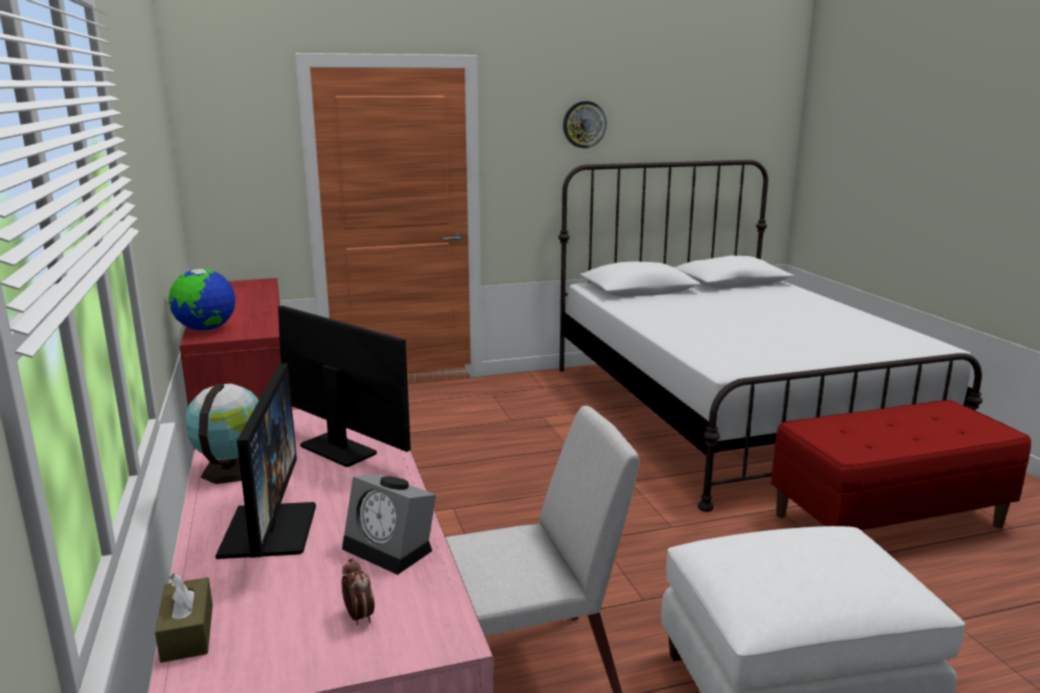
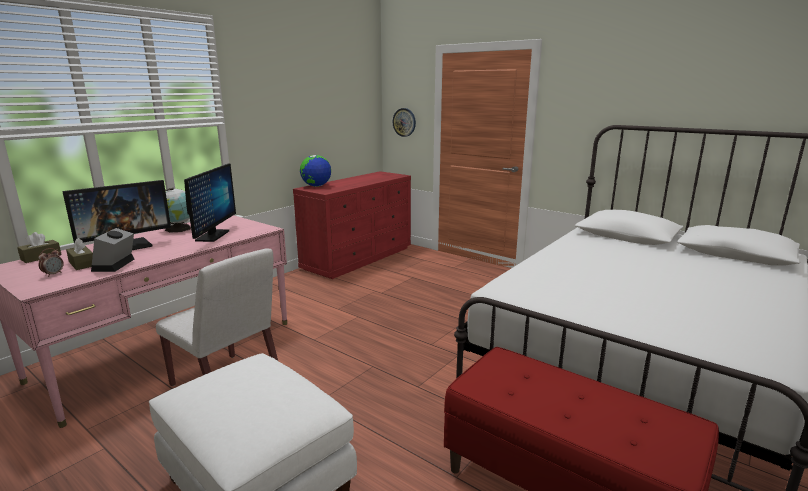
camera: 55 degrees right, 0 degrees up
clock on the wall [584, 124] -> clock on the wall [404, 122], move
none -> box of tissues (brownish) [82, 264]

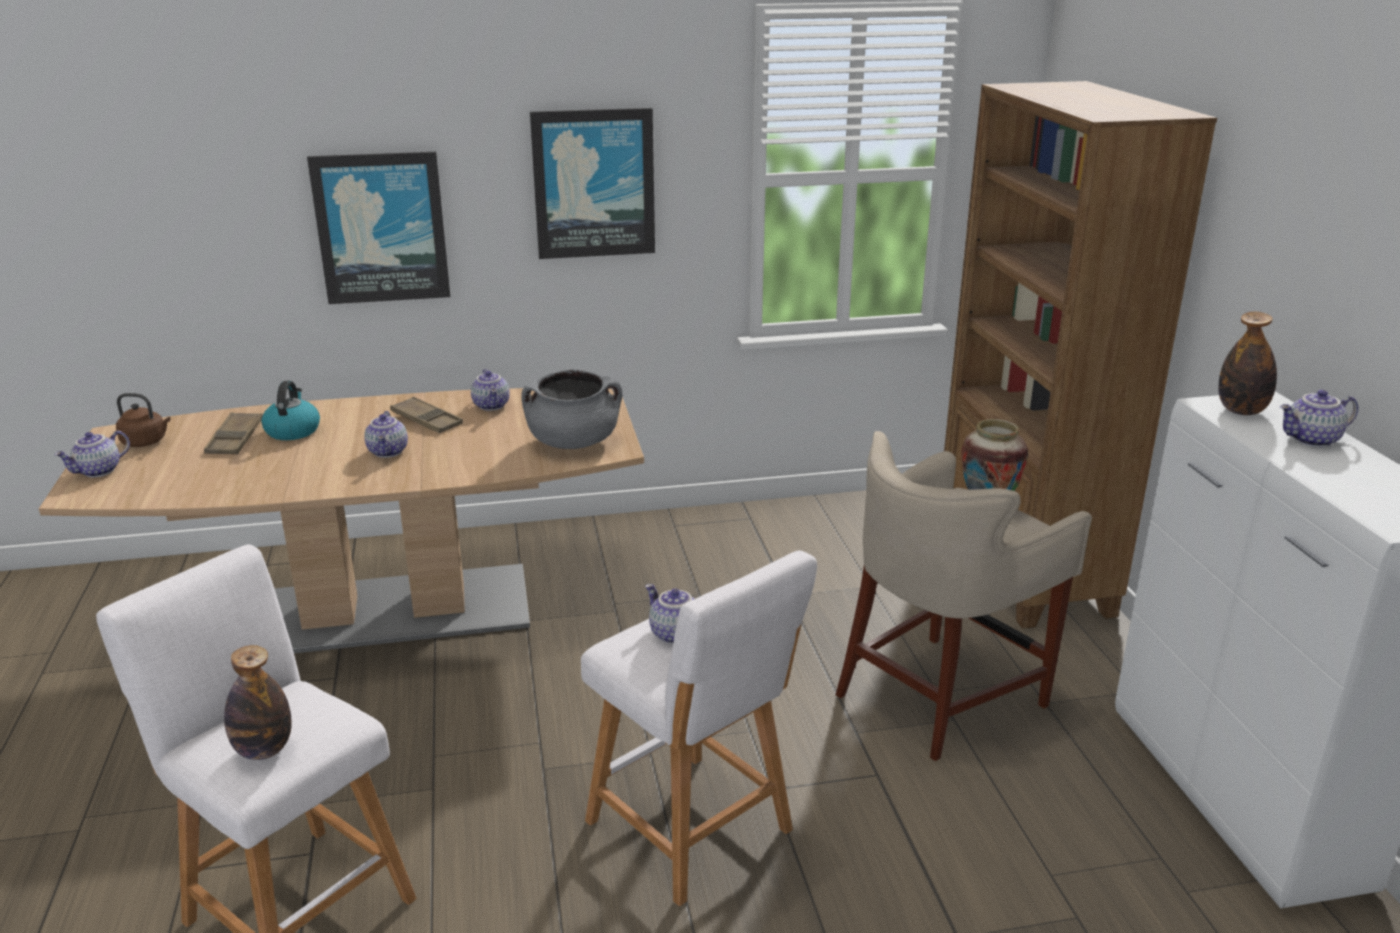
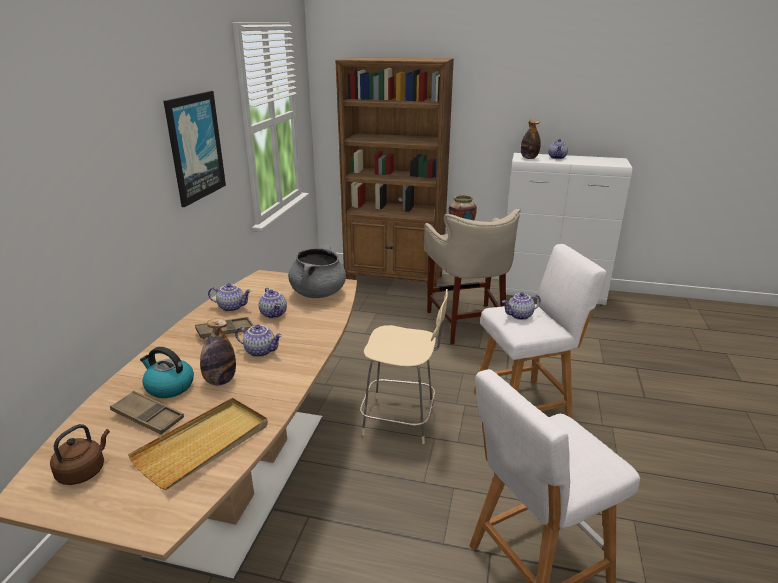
camera: 65 degrees left, 0 degrees up
picture [381, 228] -> none
pot for tea [98, 471] -> pot for tea [274, 314], move
bottle [264, 750] -> bottle [220, 381], move
none -> chair (beige) [401, 420]
none -> tray (beige) [204, 444]

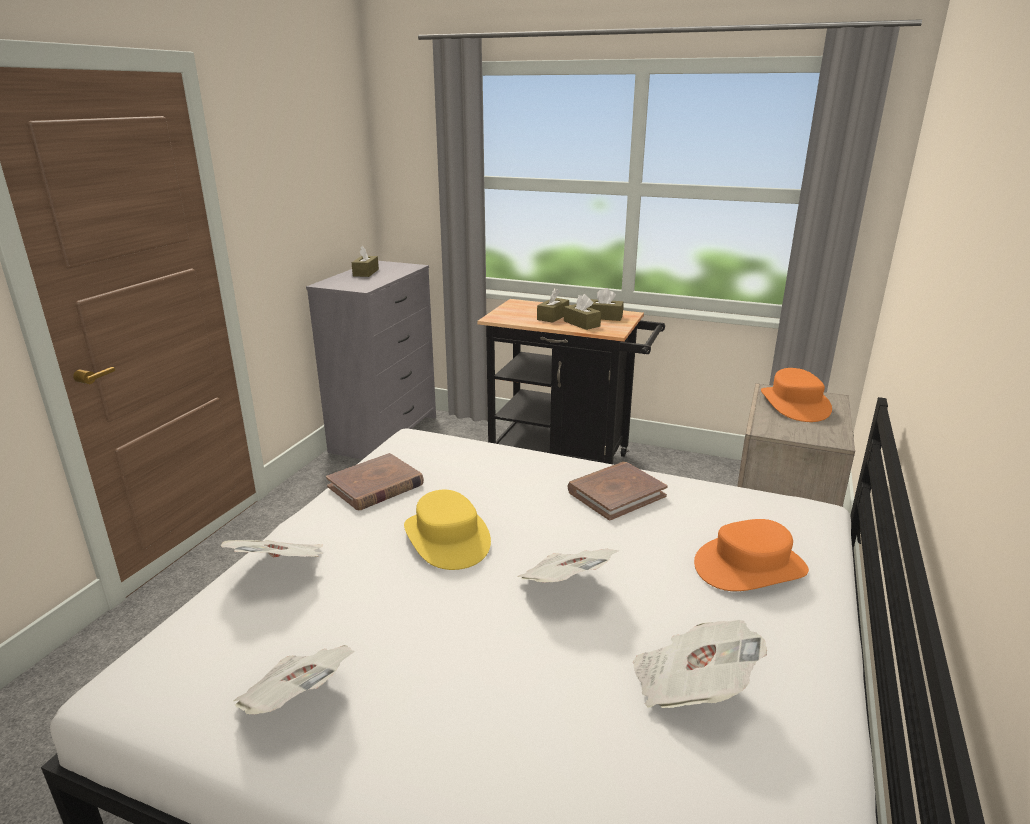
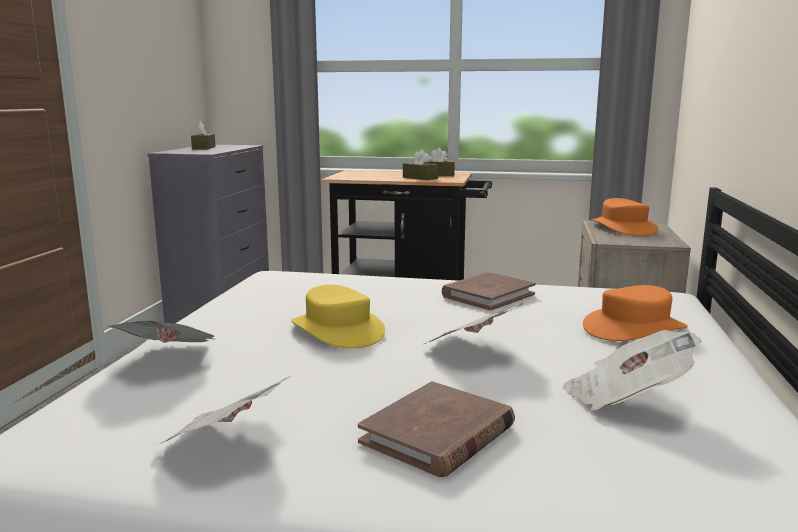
camera: 10 degrees left, 10 degrees down
box of tissues (brownish) [553, 317] -> none
book (brownish) [376, 486] -> book (brownish) [438, 434], move

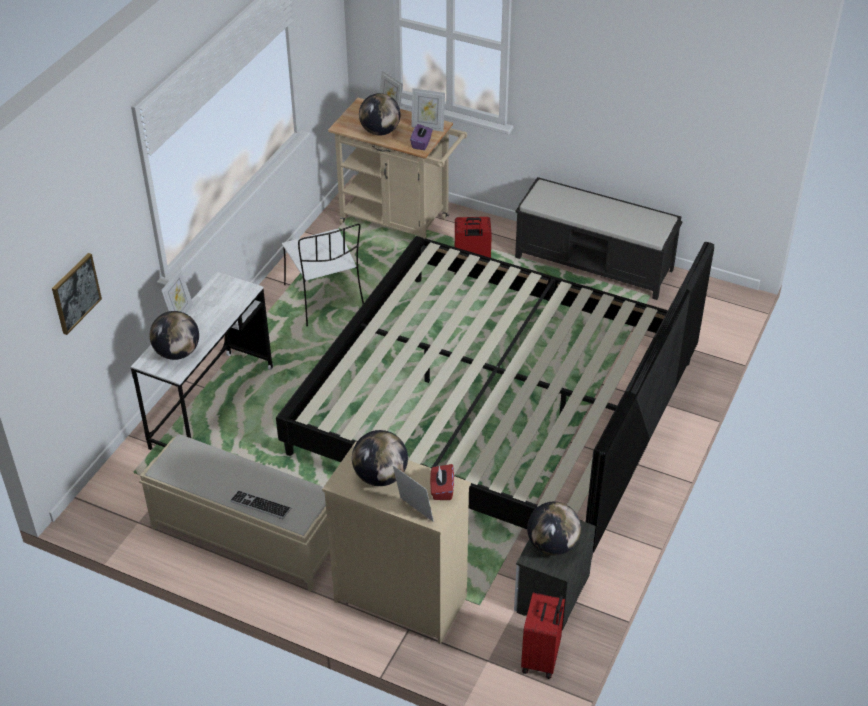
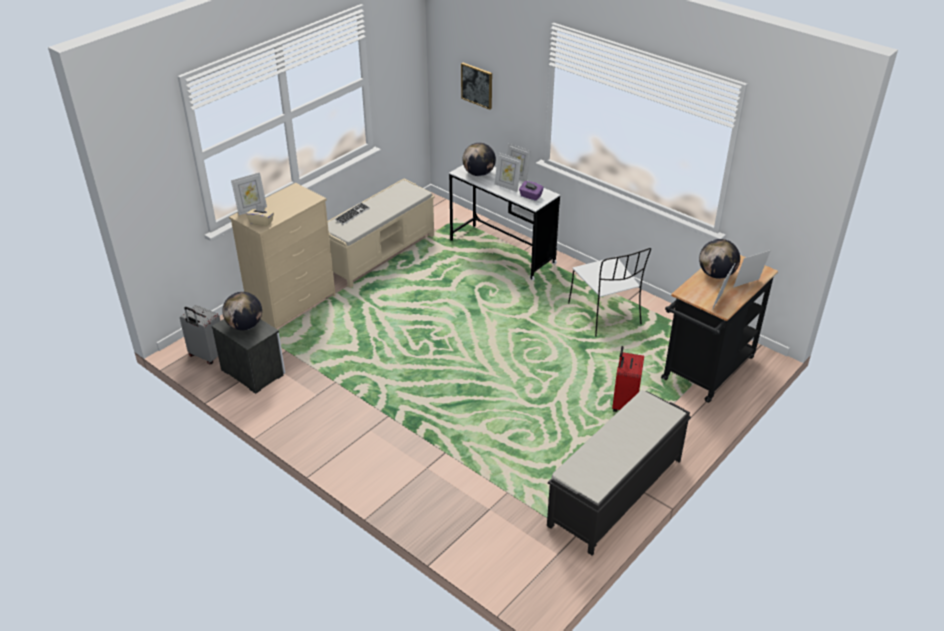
camera: 105 degrees right, 5 degrees down
cart (beige) [400, 222] -> cart (blackish) [705, 372]
box of tissues (purple-coloured) [421, 144] -> box of tissues (purple-coloured) [530, 196], move
chair (whitish) [325, 299] -> chair (whitish) [605, 315], 105 degrees counterclockwise
bedroom bed [495, 407] -> none
globe [380, 476] -> none
box of tissues (red) [442, 489] -> box of tissues (beige) [261, 222]
piece of luggage (red) [542, 658] -> piece of luggage (greyish) [206, 356]
none -> picture frame [507, 186]

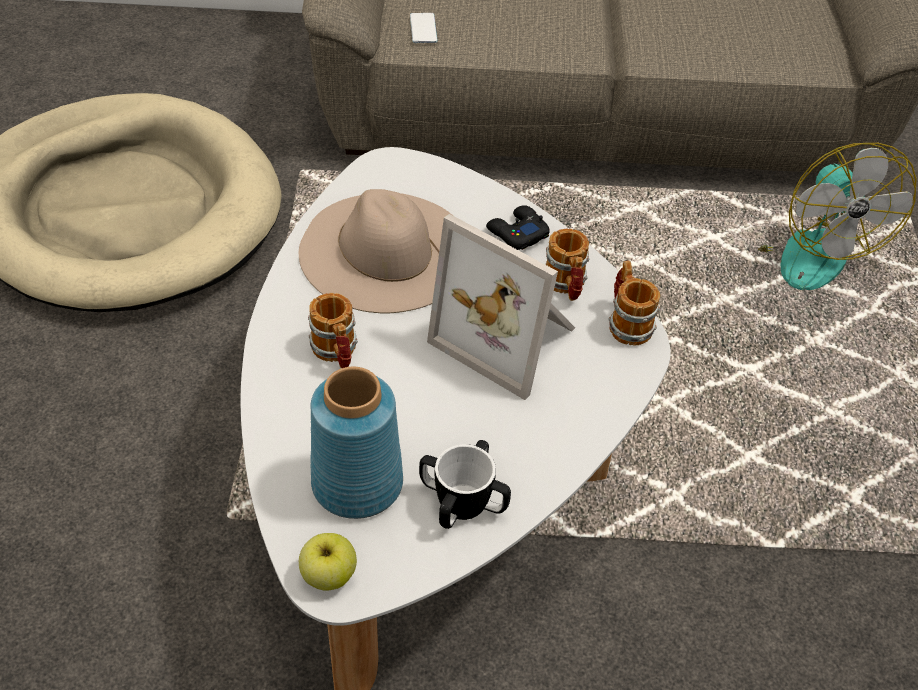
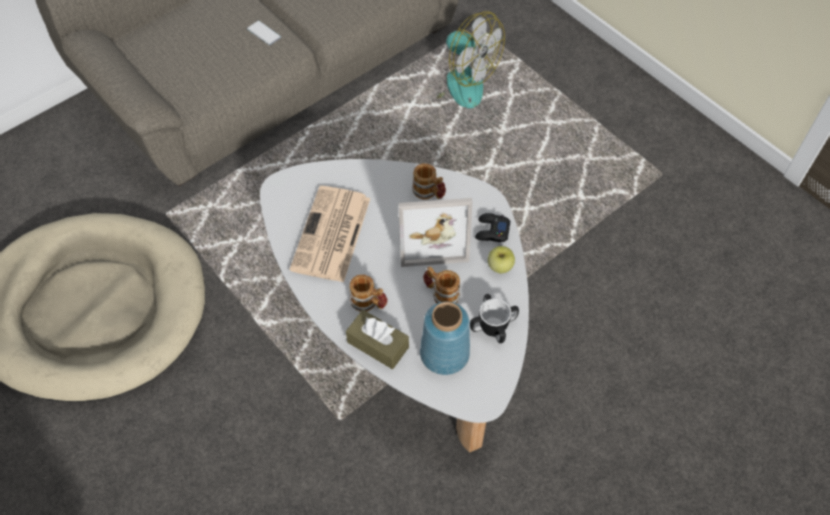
camera: 40 degrees left, 10 degrees up
phone [423, 28] -> phone [264, 33], move
hat (beige) [385, 250] -> printed paper [331, 235]
joypad (blackish) [517, 233] -> joypad (blackish) [492, 231], move
coffee mug [627, 322] -> coffee mug [441, 293], move
apple fruit [328, 575] -> apple fruit [500, 266], move
none -> box of tissues (brownish) [378, 344]

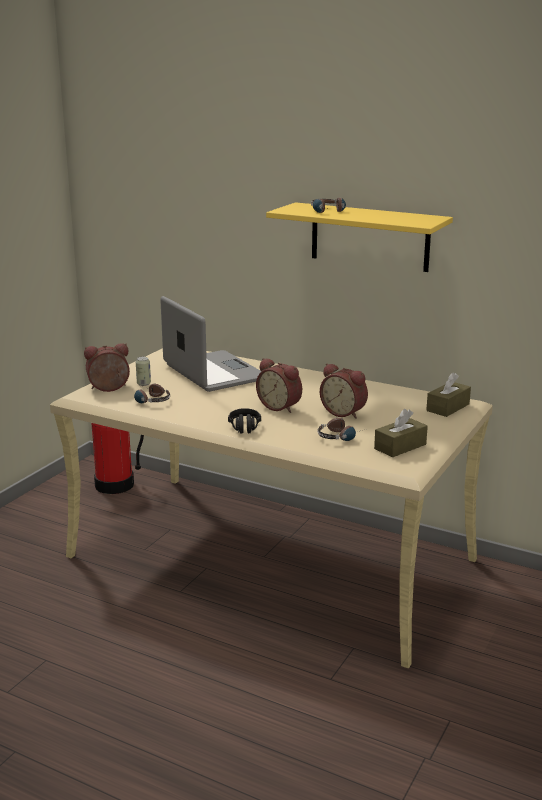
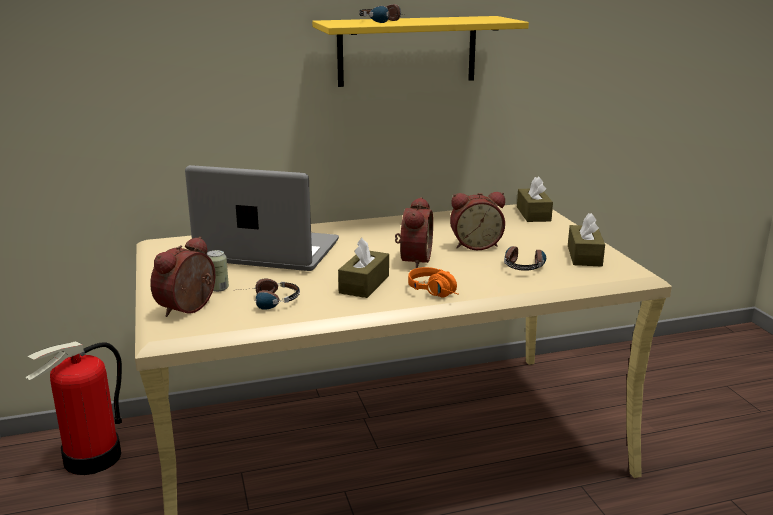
camera: 45 degrees left, 0 degrees up
bedside clock [280, 406] -> bedside clock [413, 260], 75 degrees counterclockwise
headset (blackish) [245, 429] -> headset (orange-coloured) [437, 292]
none -> box of tissues (brownish) [364, 284]

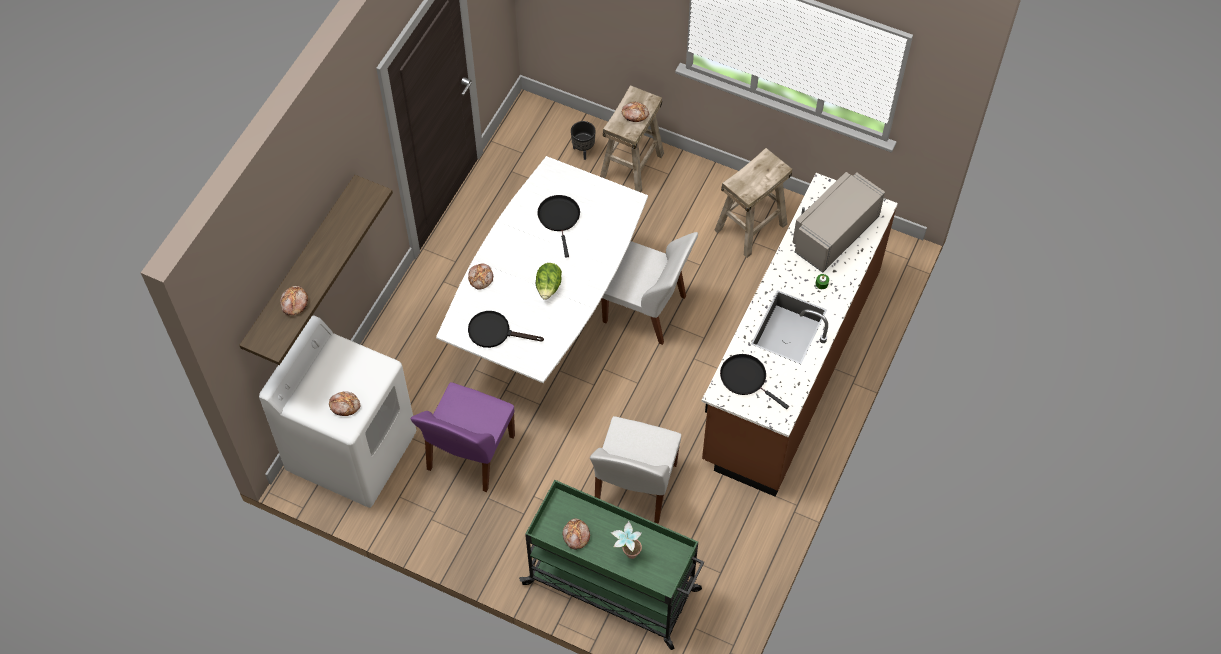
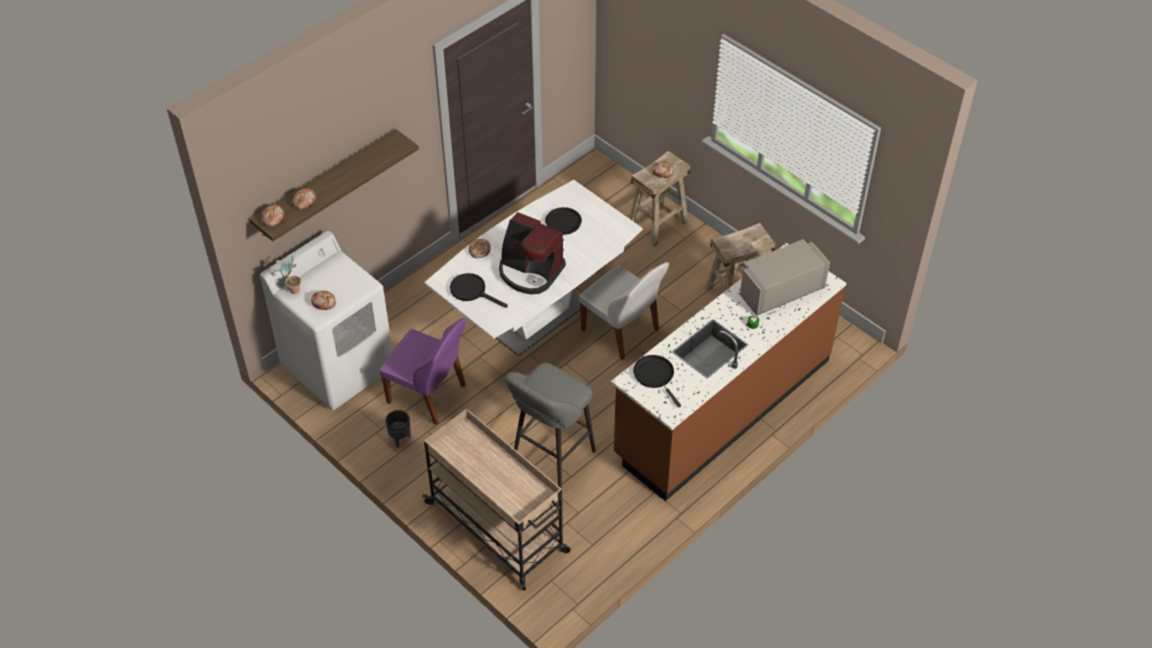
camera: 20 degrees right, 10 degrees down
flower pot (blackish) [583, 150] -> flower pot (blackish) [400, 438], move
head of lettuce [548, 287] -> coffee machine [530, 271]
chair (purple-coloured) [469, 455] -> chair (purple-coloured) [428, 395], 105 degrees counterclockwise
chair (whitish) [634, 487] -> sitting stool (greyish) [550, 459]
cart (green-coloured) [613, 587] -> cart (beige) [498, 528]
bakery bread [575, 536] -> bakery bread [273, 218], move
plant in a pot [627, 553] -> plant in a pot [291, 290], move

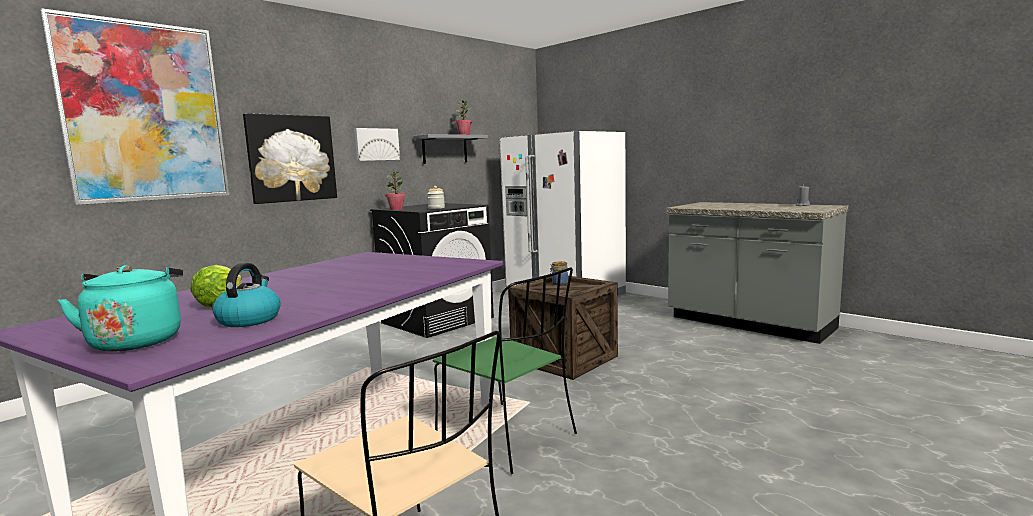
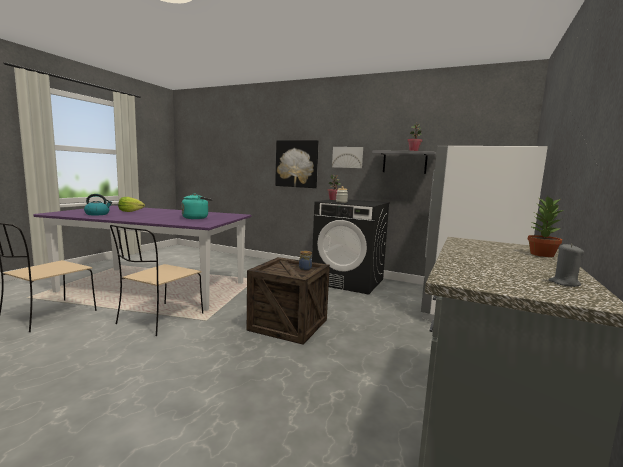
camera: 70 degrees right, 0 degrees up
picture [145, 112] -> none
tea kettle (turquoise) [137, 341] -> tea kettle (turquoise) [197, 218], move
chair (green-coloured) [508, 437] -> chair (beige) [159, 320]
none -> plant in a pot [541, 254]

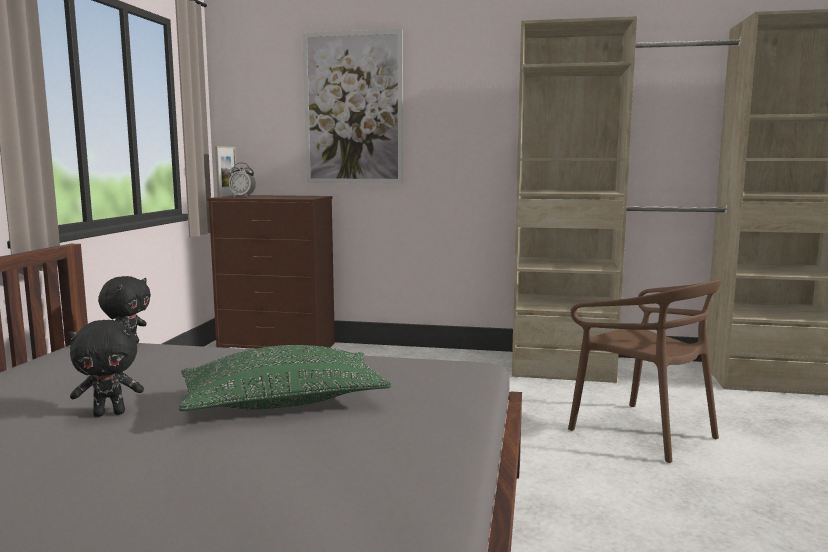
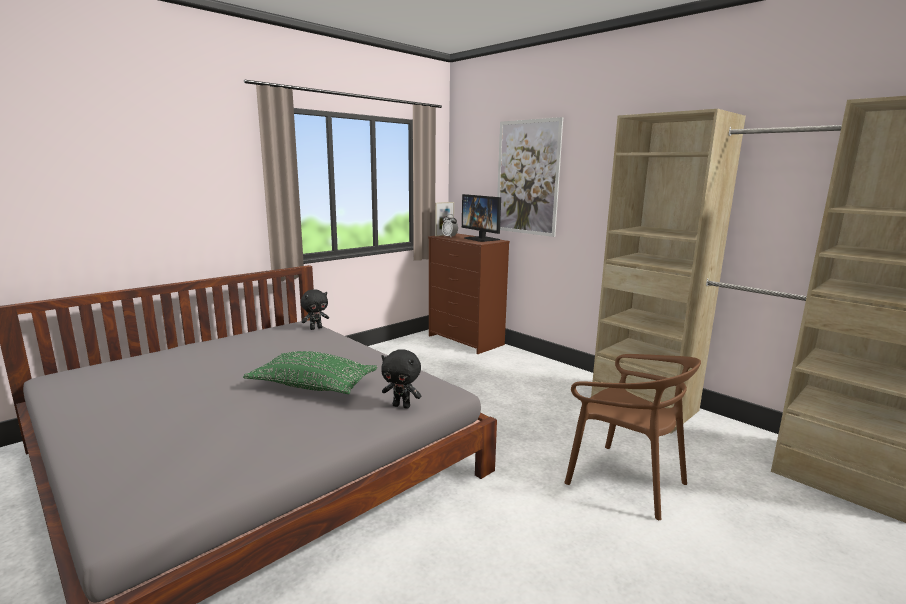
camera: 35 degrees right, 5 degrees up
chair (brownish) [642, 432] -> chair (brownish) [625, 481], 45 degrees counterclockwise
cuddly toy (blackish) [110, 413] -> cuddly toy (blackish) [402, 406], move
none -> computer display [482, 239]

